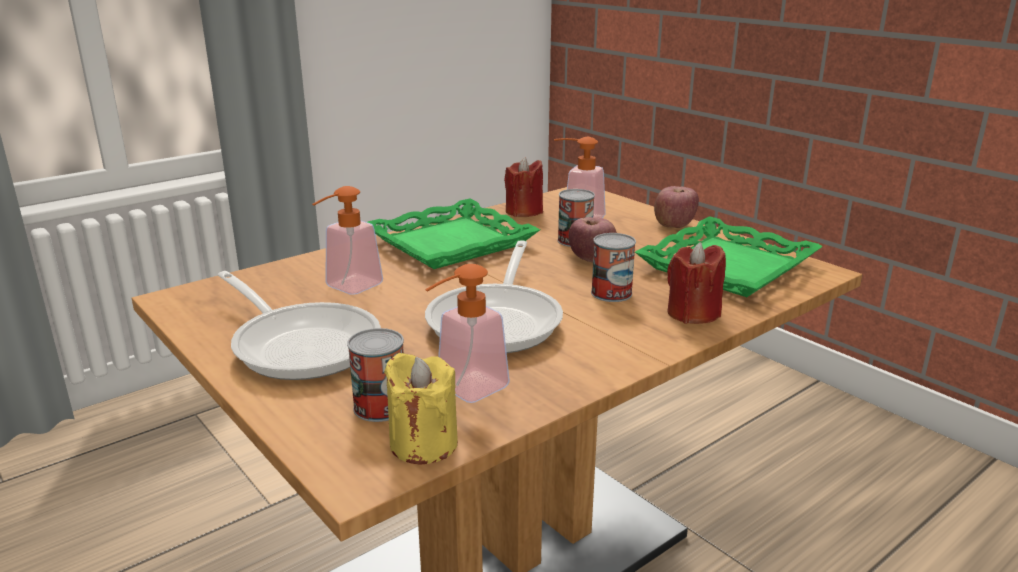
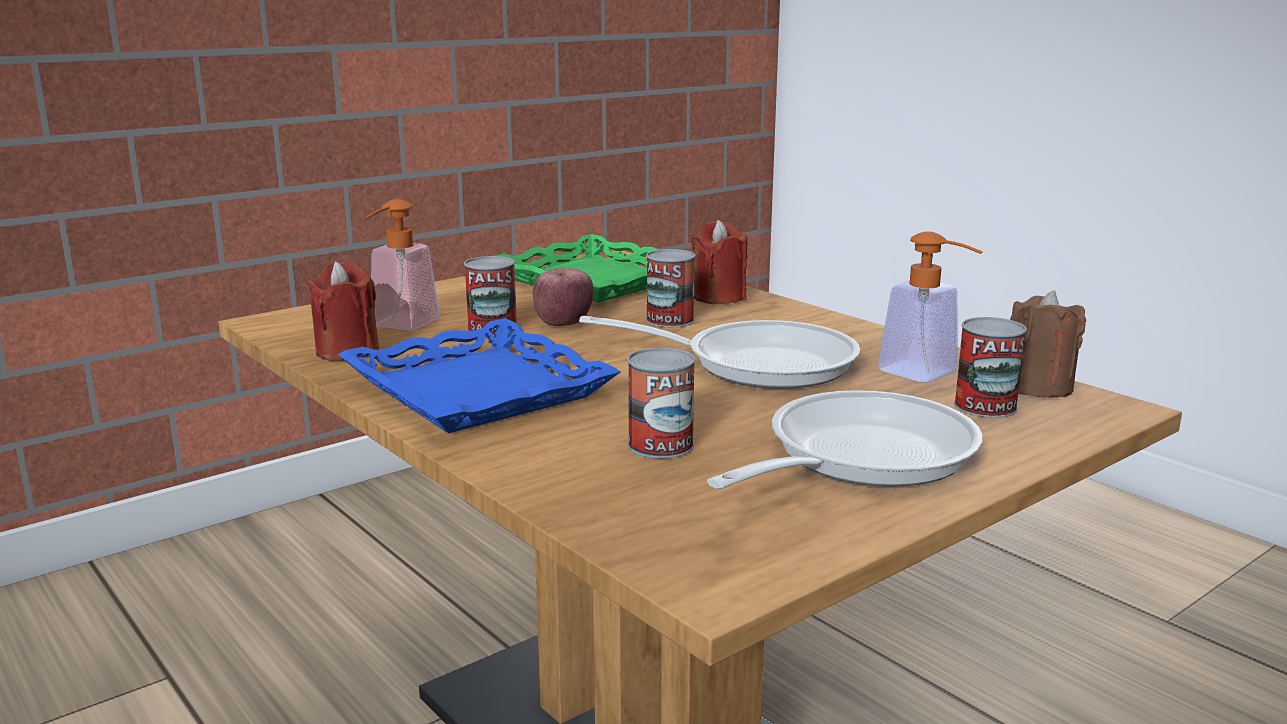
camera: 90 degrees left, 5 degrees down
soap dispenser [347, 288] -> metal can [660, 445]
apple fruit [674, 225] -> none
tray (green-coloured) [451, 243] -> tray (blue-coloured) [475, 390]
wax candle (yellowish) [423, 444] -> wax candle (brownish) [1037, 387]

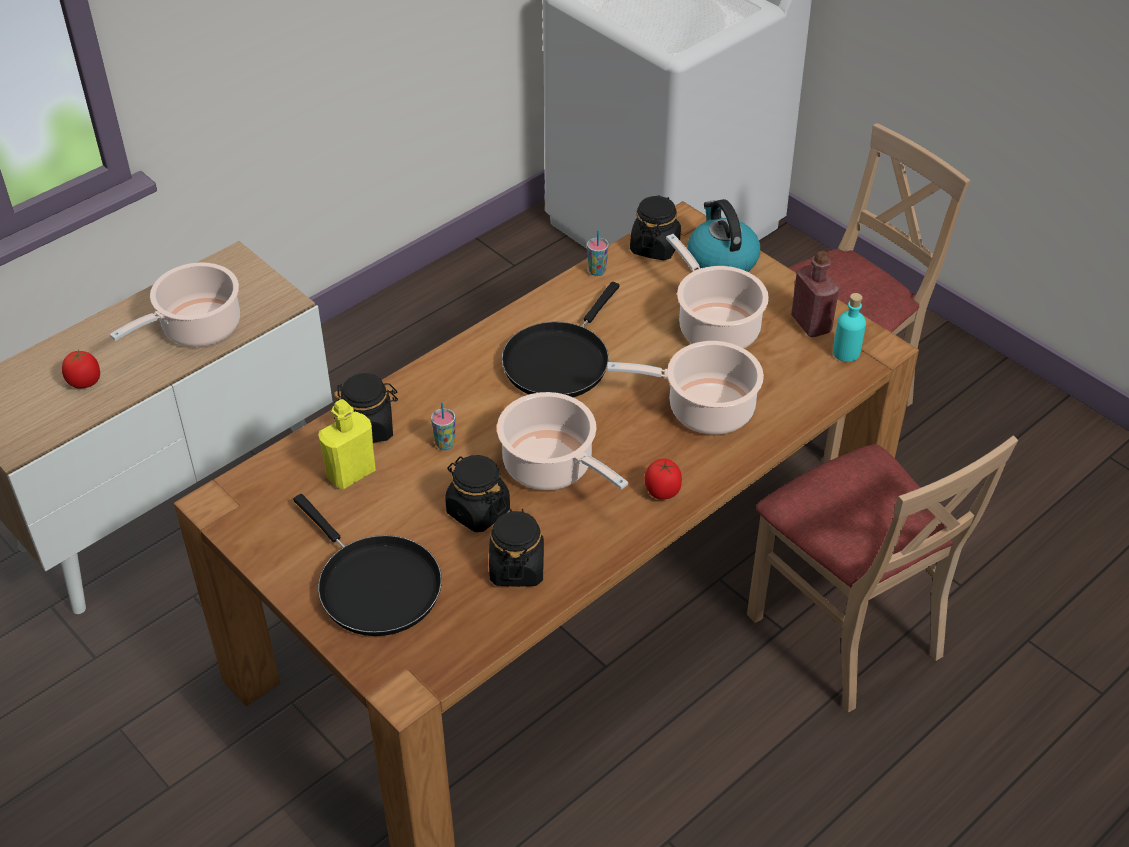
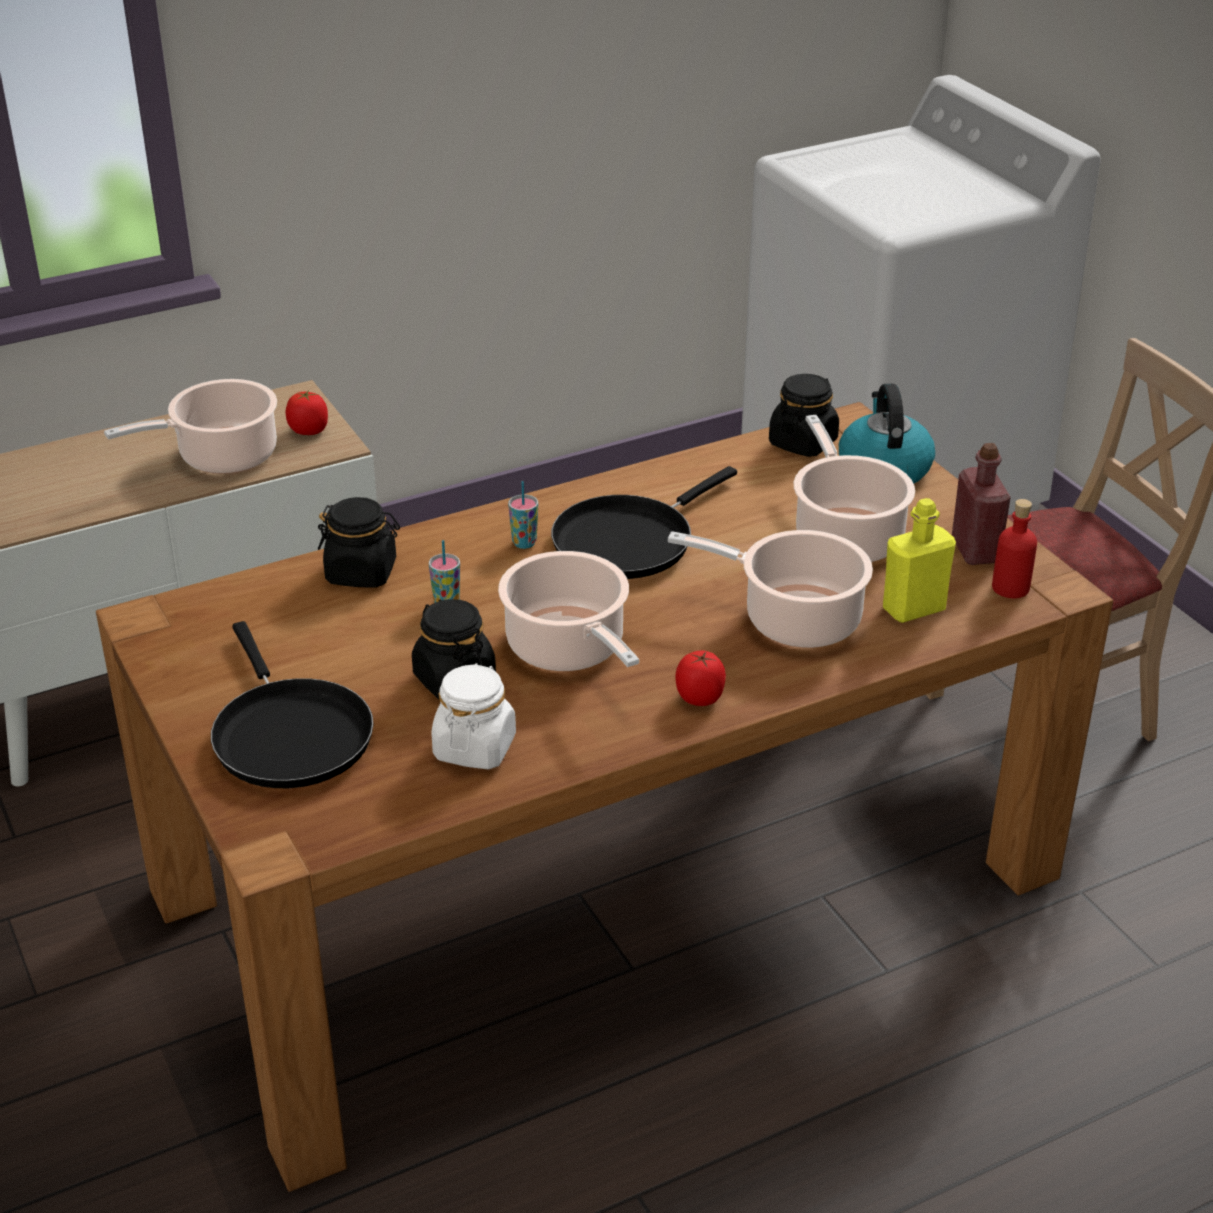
camera: 15 degrees right, 10 degrees down
small cup [597, 271] -> small cup [524, 543], move
bottle (turquoise) [846, 352] -> bottle (red) [1010, 588]
tomato [85, 382] -> tomato [309, 431], move
bottle (yellowish) [351, 473] -> bottle (yellowish) [913, 609], move
chair (beige) [846, 632] -> none
jar (blackish) [517, 568] -> jar (whitish) [475, 747]

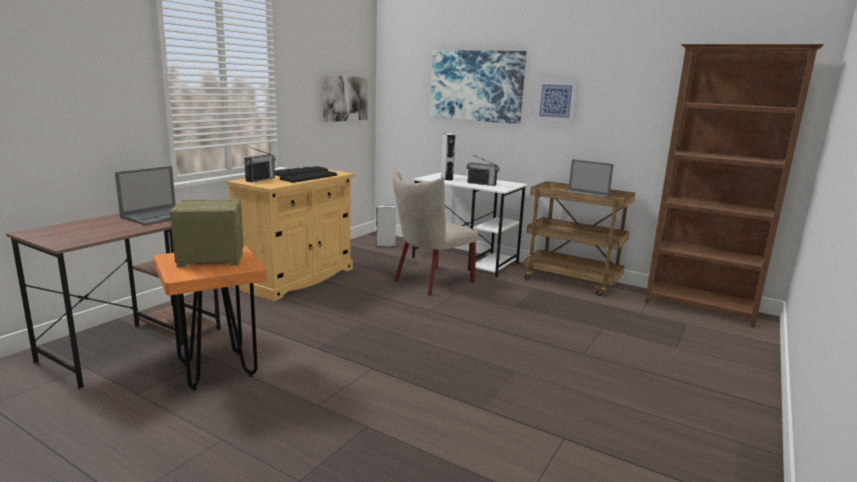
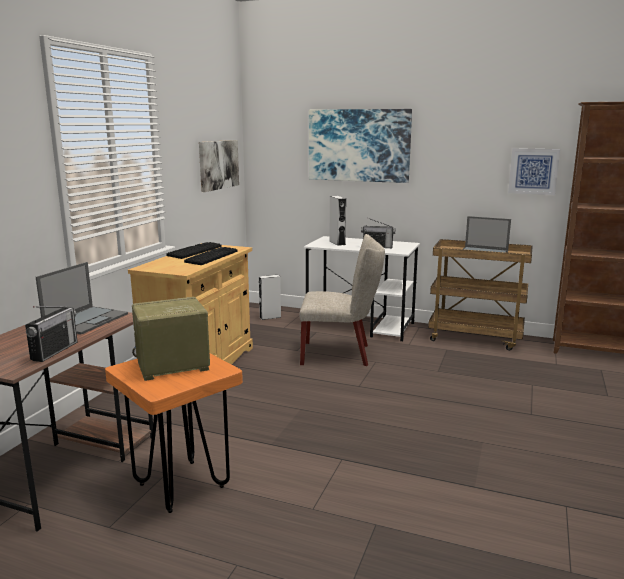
camera: 10 degrees left, 0 degrees up
picture [556, 100] -> picture [533, 171], move
radio set [260, 179] -> radio set [54, 351], move
chair (beige) [430, 282] -> chair (beige) [340, 354], 120 degrees counterclockwise

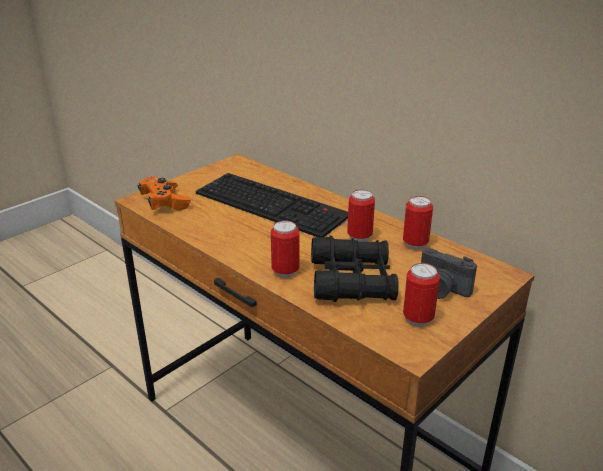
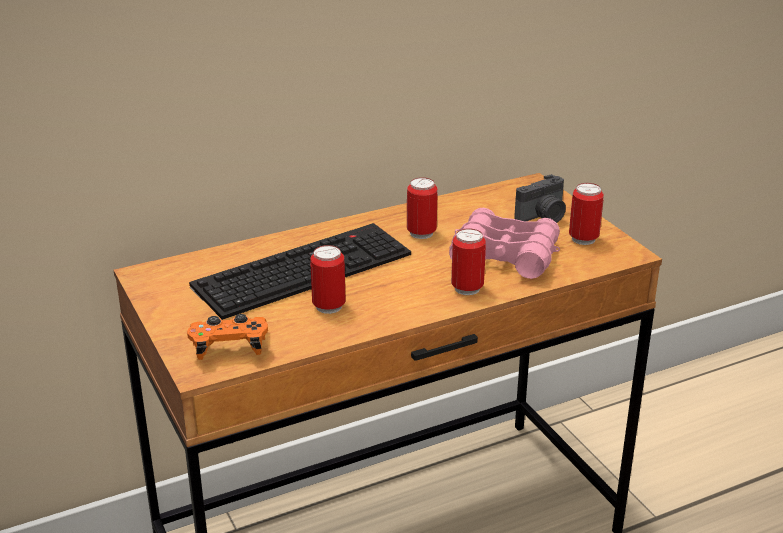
camera: 70 degrees left, 0 degrees up
metal can [415, 244] -> metal can [329, 306], move
pair of binoculars (blackish) [352, 280] -> pair of binoculars (pinkish) [504, 255]

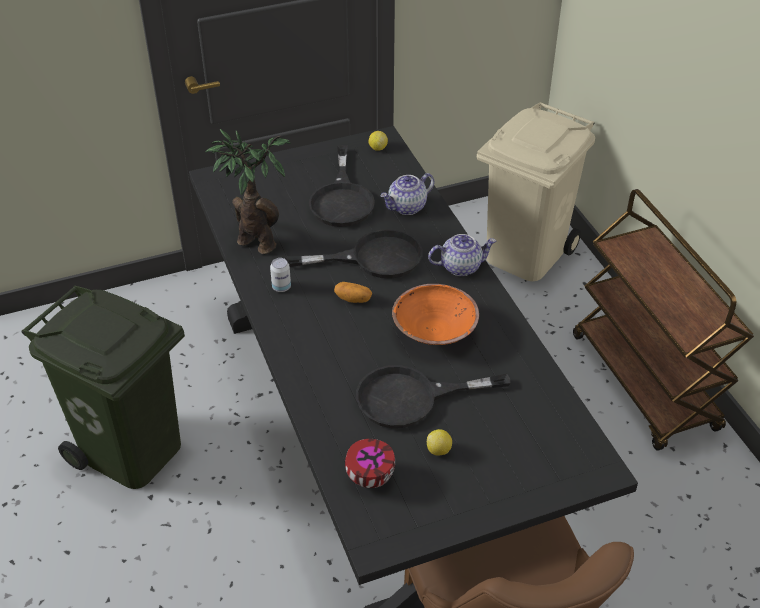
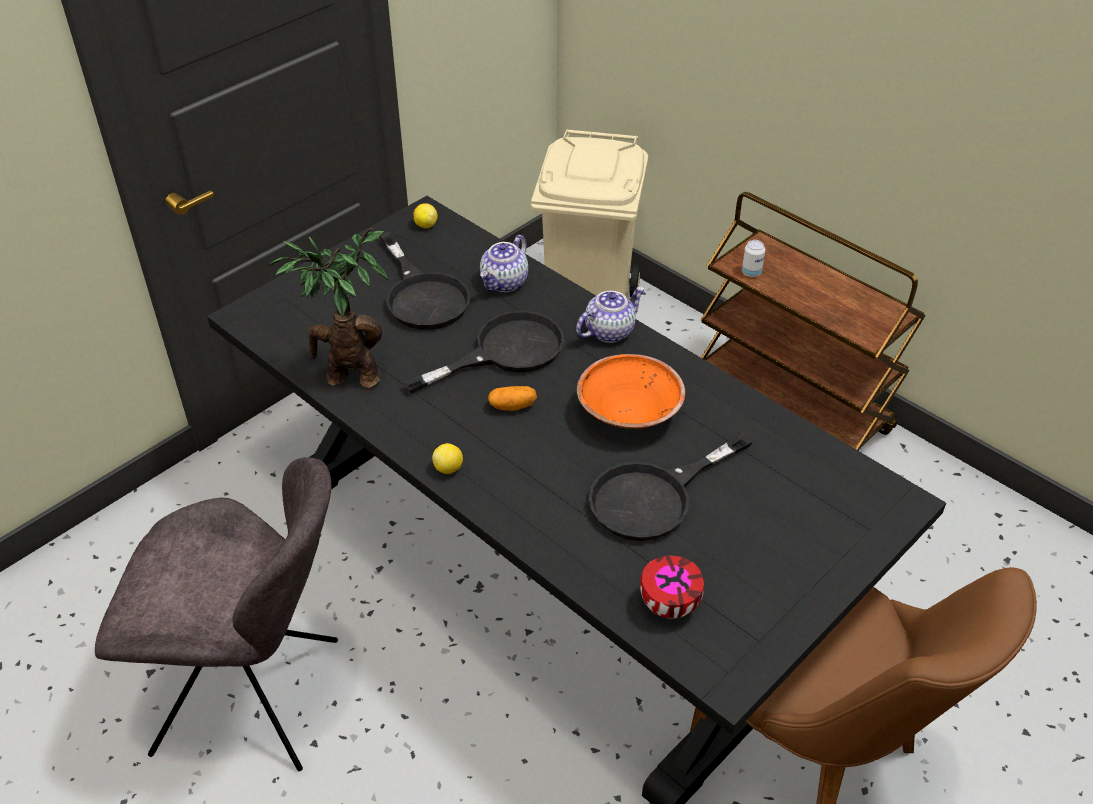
camera: 25 degrees left, 0 degrees up
metal can [281, 287] -> metal can [751, 273], move
trash can (green-coloured) [130, 451] -> chair (greyish) [255, 697]
lemon [439, 450] -> lemon [448, 468], move

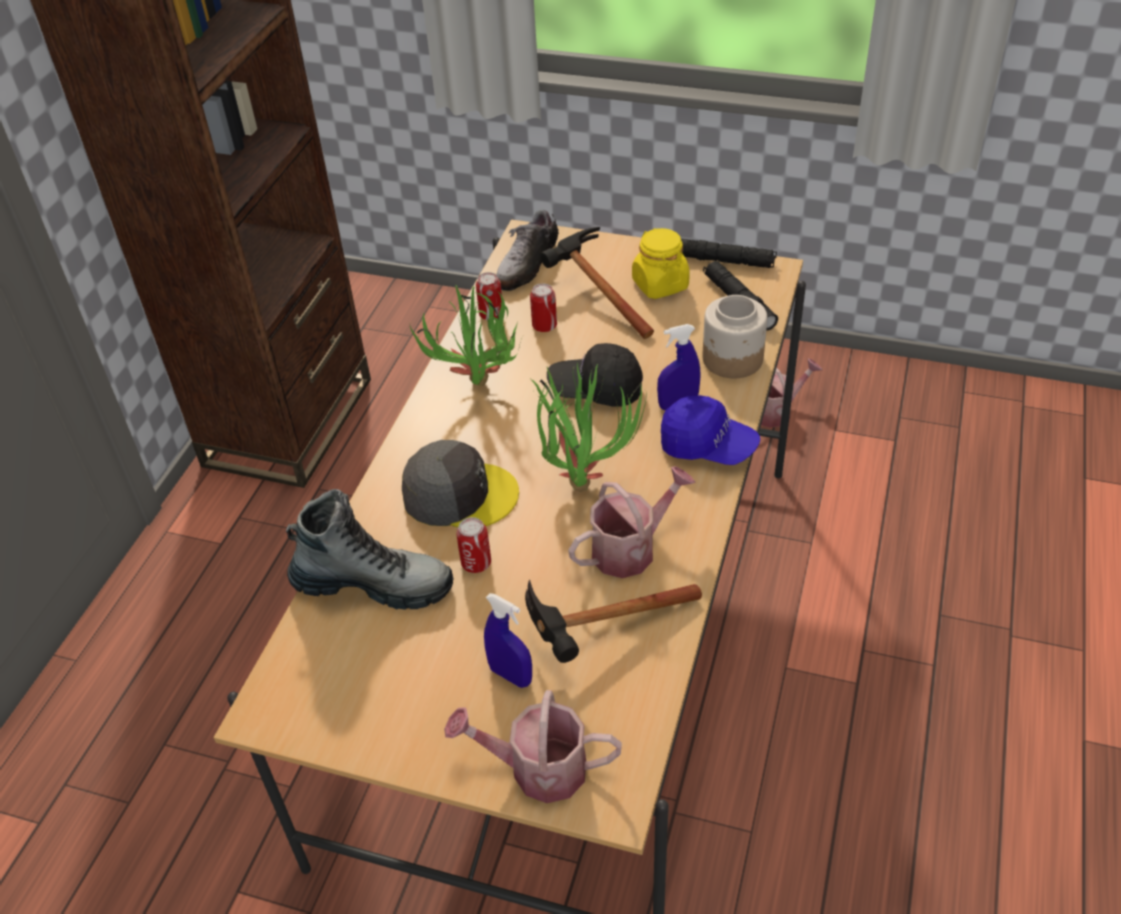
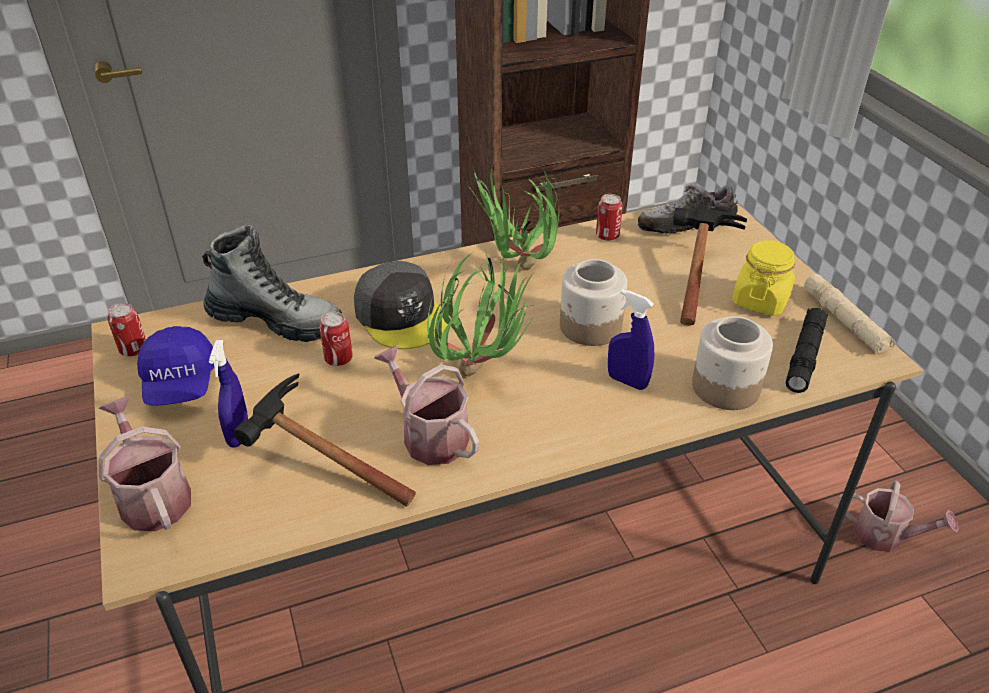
camera: 50 degrees right, 5 degrees down
torch (blackish) [723, 261] -> torch (beige) [844, 321]
metal can [544, 326] -> metal can [133, 349], move
baseball cap (blackish) [596, 389] -> jar [590, 327]
baseball cap (blue-coloured) [707, 446] -> baseball cap (blue-coloured) [180, 383], move
watering pot [630, 548] -> watering pot [429, 435], 150 degrees counterclockwise
high-top boot [373, 584] -> high-top boot [276, 321], 45 degrees counterclockwise

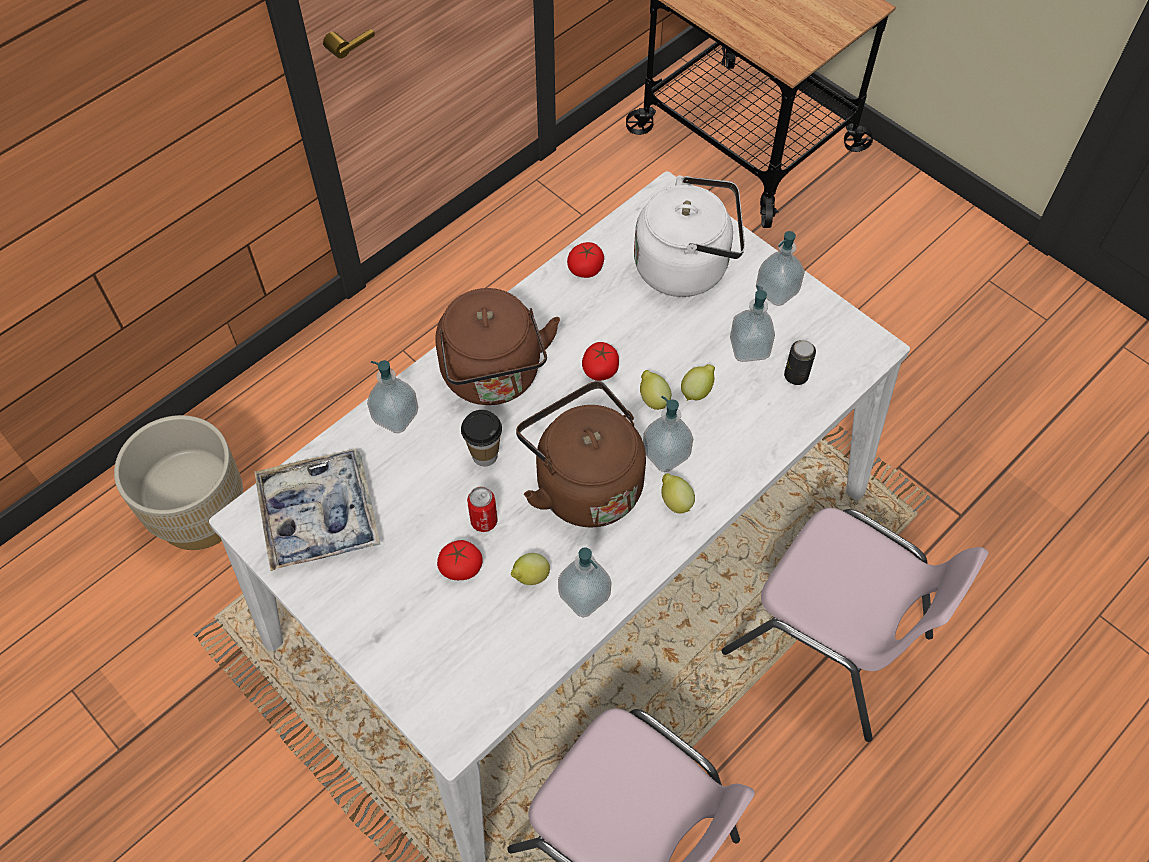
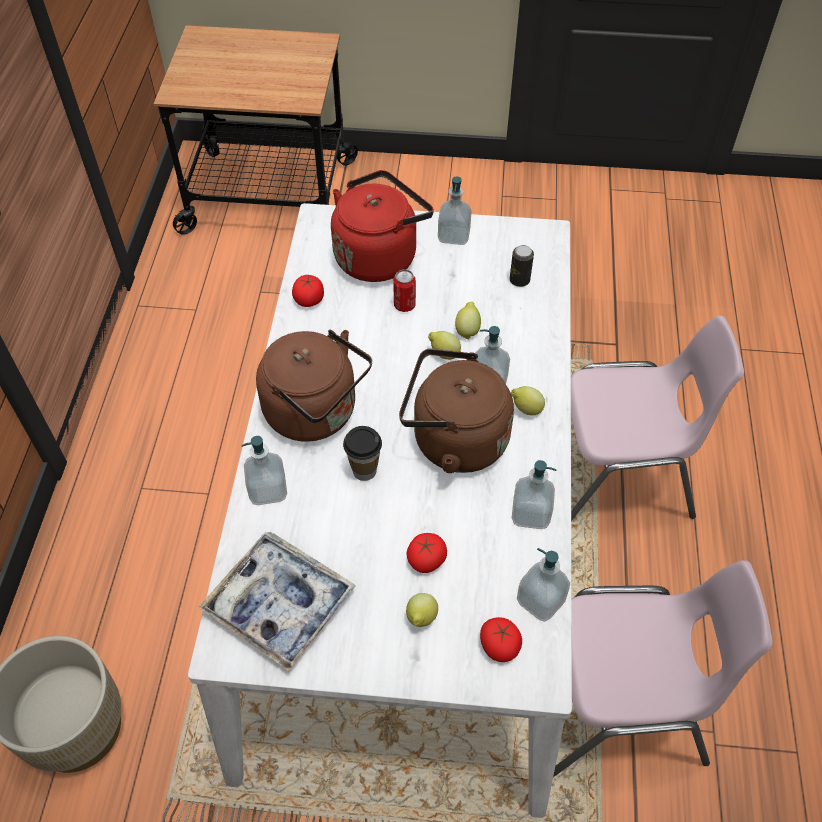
camera: 40 degrees left, 5 degrees down
tea kettle (whitish) [687, 266] -> tea kettle (red) [379, 255]
soap dispenser [749, 348] -> soap dispenser [540, 600], move
tomato [600, 369] -> tomato [500, 645], move
metal can [484, 521] -> metal can [404, 305], move
lemon [530, 577] -> lemon [421, 619], move

